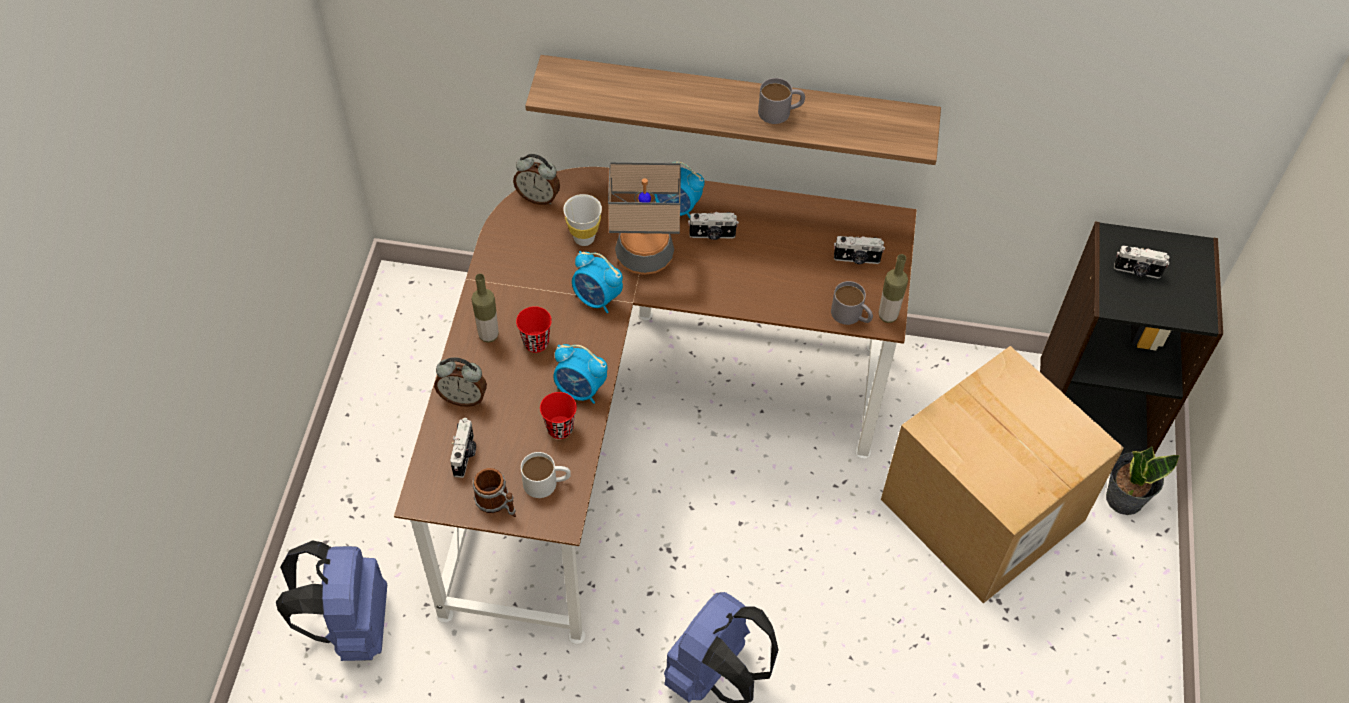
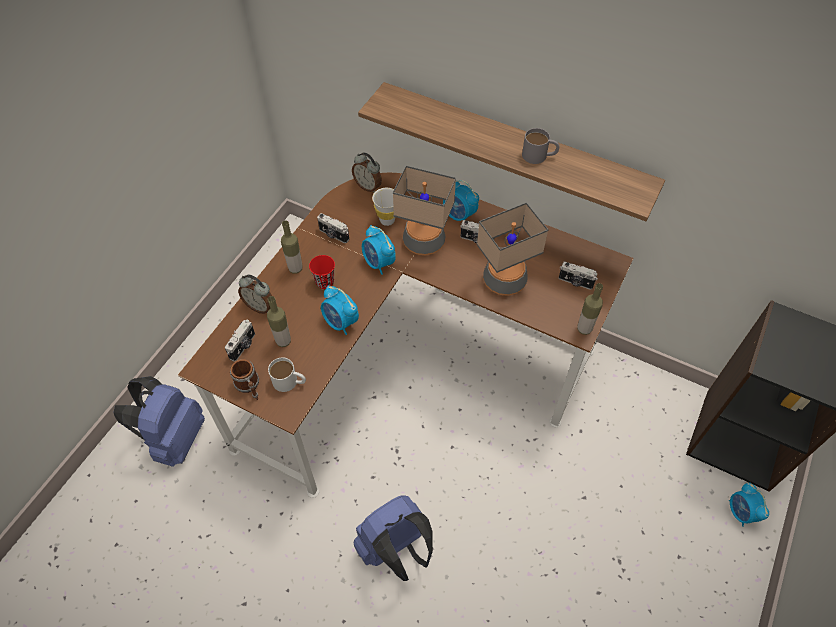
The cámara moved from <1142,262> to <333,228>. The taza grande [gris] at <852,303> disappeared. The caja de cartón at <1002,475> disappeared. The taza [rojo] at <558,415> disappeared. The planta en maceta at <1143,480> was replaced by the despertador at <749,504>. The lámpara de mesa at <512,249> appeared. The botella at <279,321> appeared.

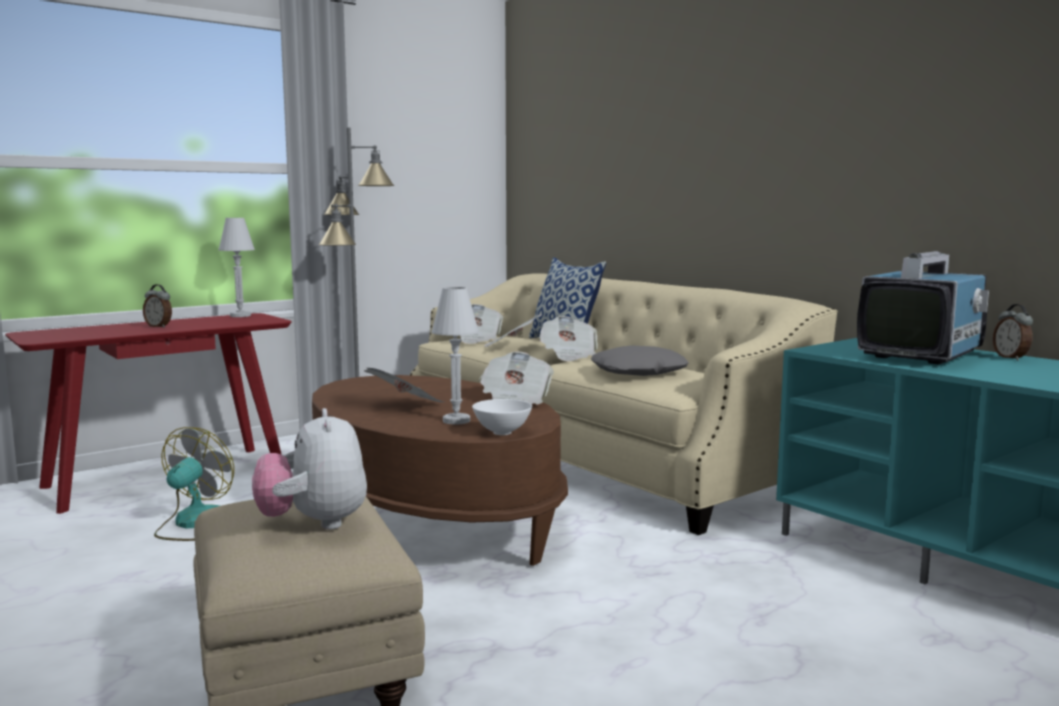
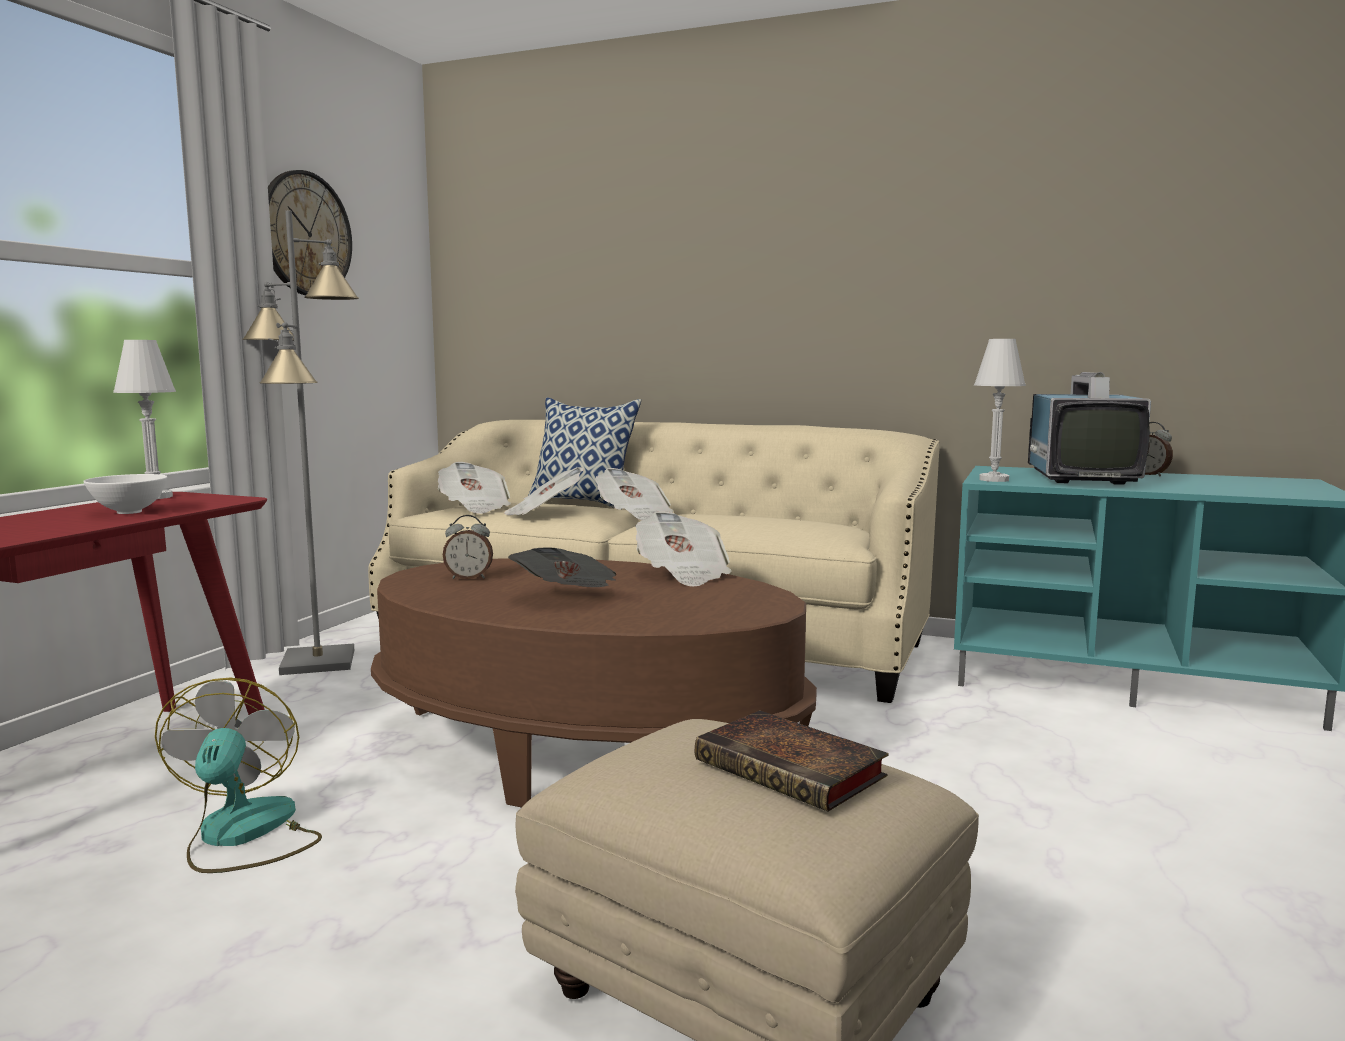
The despertador moved from <157,306> to <468,547>. The lámpara de mesa [blanco] moved from <455,356> to <1000,410>. The cojín [gris] at <640,360> disappeared. The cuenco [blanco] moved from <502,417> to <125,494>. The peluche at <309,468> was replaced by the libro at <792,760>. The reloj de pared at <310,232> appeared.

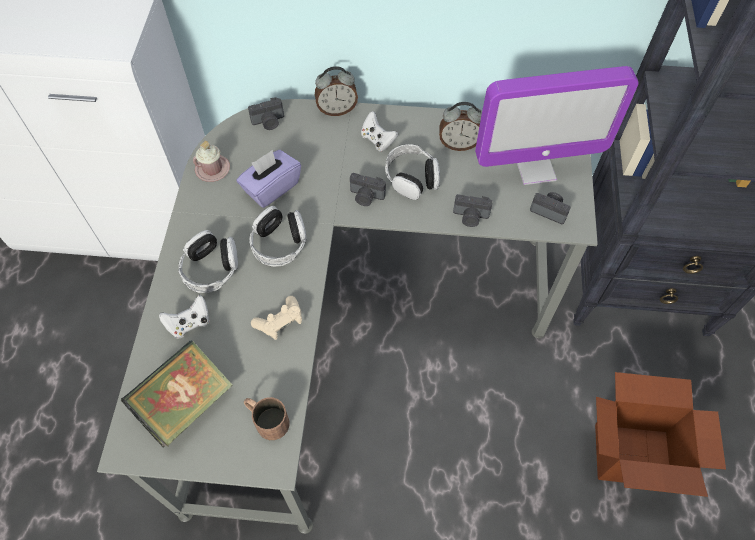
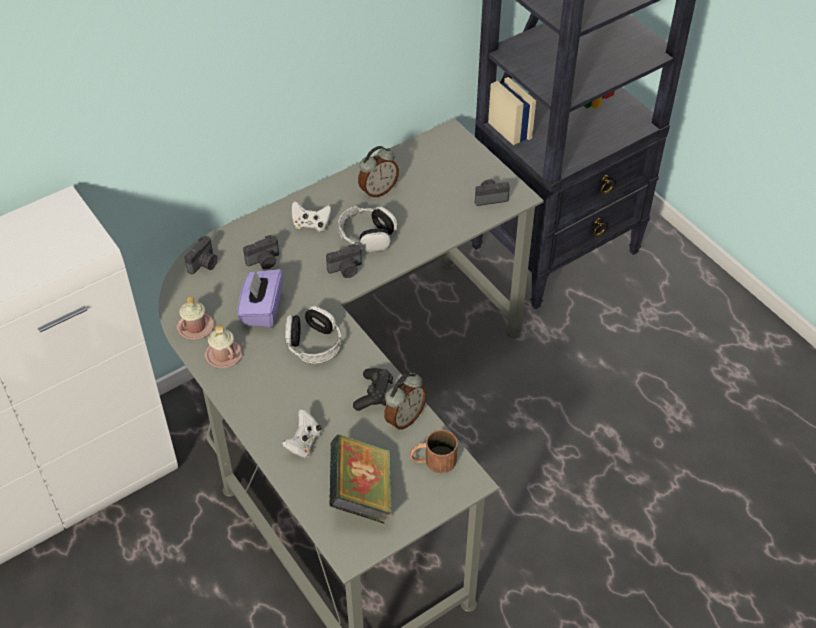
The despertador moved from <336,91> to <405,401>. The monitor at <557,125> disappeared. The cámara moved from <473,210> to <261,252>. The auriculares at <208,261> disappeared. The mando de consola [beis] at <276,318> became the mando de consola [negro] at <373,389>. The caja de cartón at <660,434> disappeared. The taza grande [rosa] at <224,347> appeared.

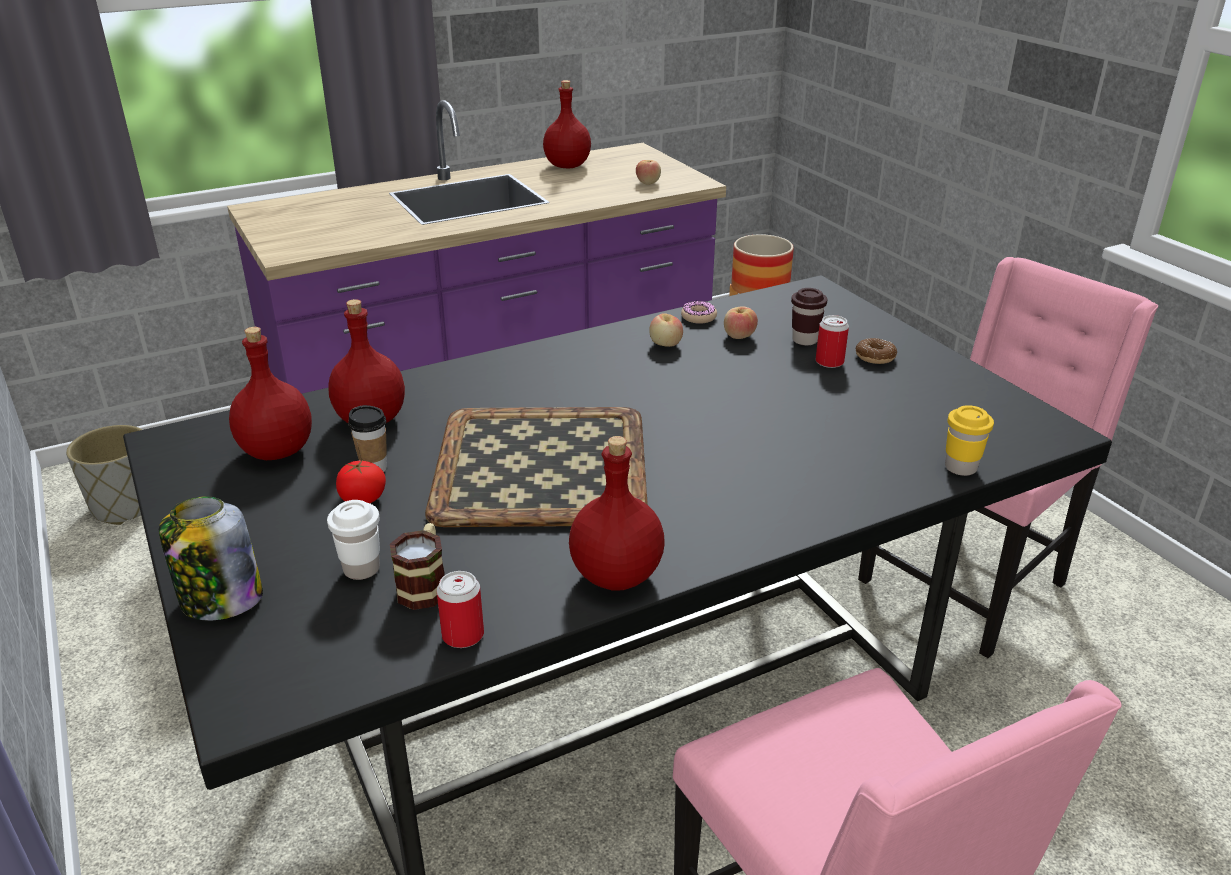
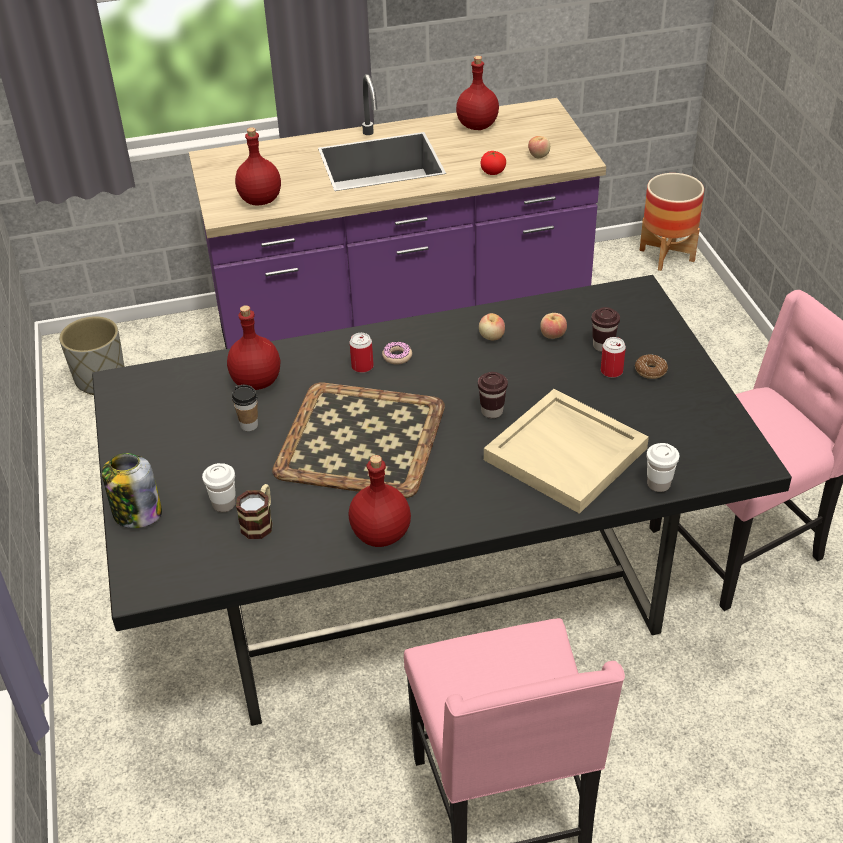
The rosquilla moved from <699,312> to <397,353>. The botella [rojo] moved from <270,393> to <258,166>. The taza [amarillo] at <969,440> became the taza [blanco] at <663,467>. The tomate moved from <361,481> to <493,163>. The lata moved from <460,609> to <362,353>. The taza [marrón] at <493,395> appeared. The bandeja [beis] at <566,451> appeared.

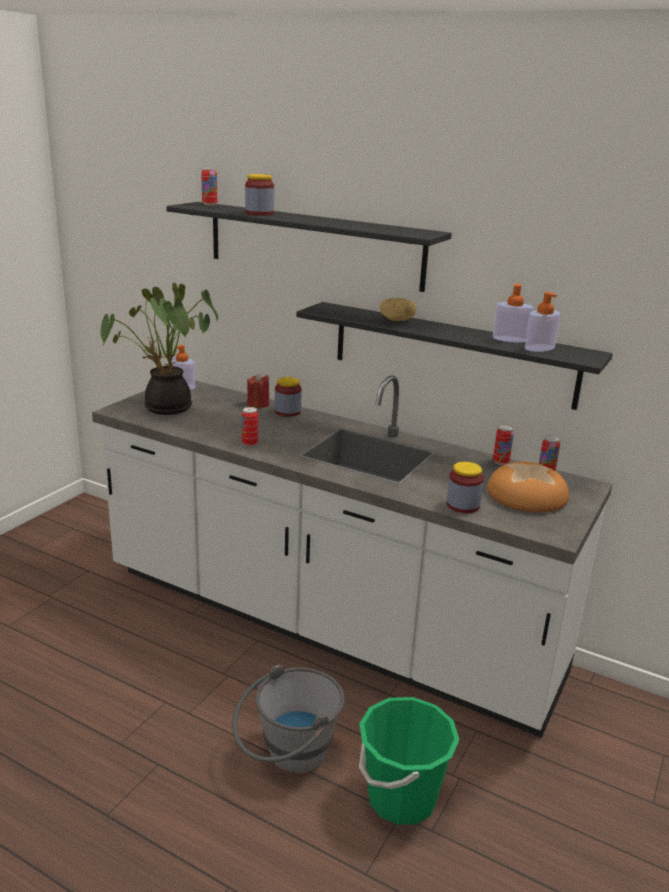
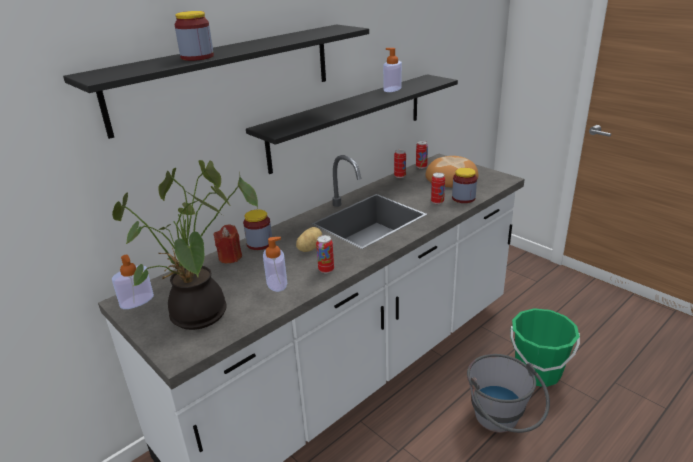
The lata moved from <209,187> to <438,188>. The dispensador de jabón moved from <542,322> to <275,264>. The patata moved from <398,309> to <309,239>.

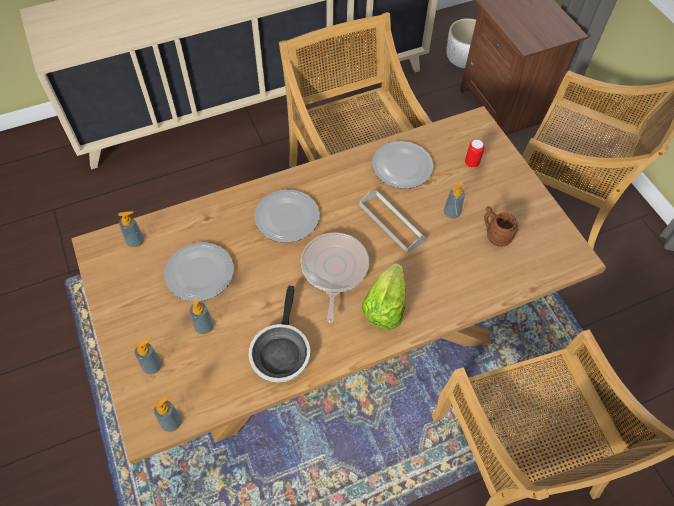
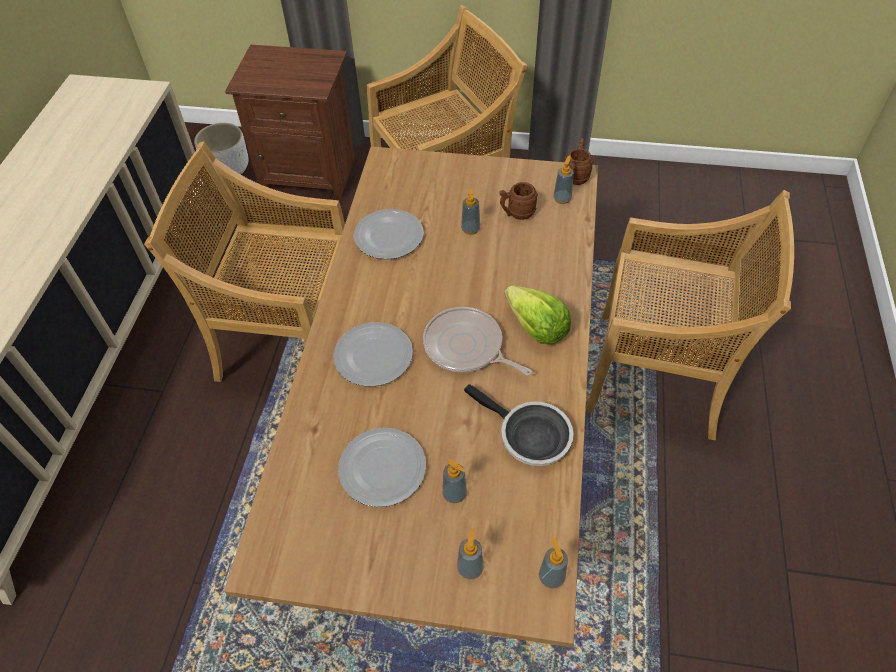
The lata at <475,154> disappeared. The bandeja [gris] at <392,221> disappeared. The dispensador de jabón moved from <131,229> to <563,179>. The taza grande [marrón] at <579,161> appeared.

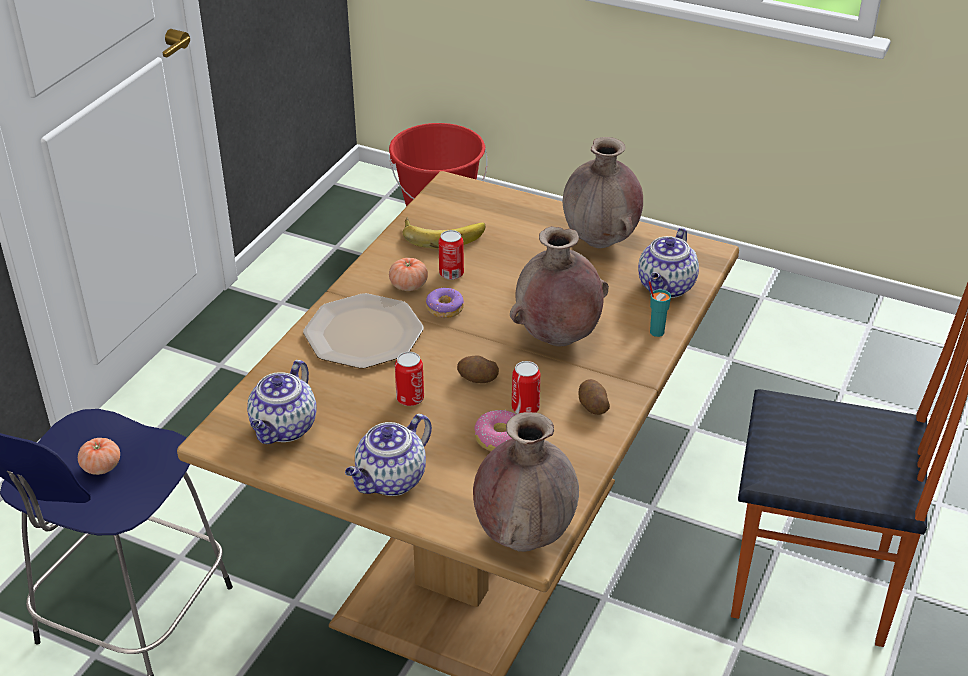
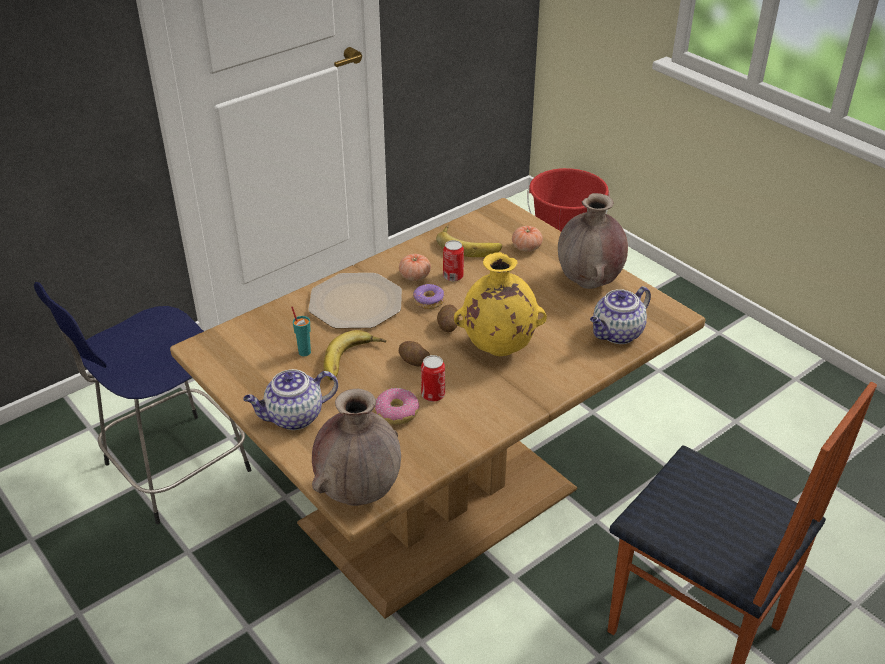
The florero [marrón] at <559,286> became the florero [amarillo] at <500,304>. The taza [turquesa] moved from <660,309> to <301,331>. The lata at <409,379> was replaced by the plátano at <355,355>. The tetera at <281,402> disappeared. The patata moved from <594,397> to <448,318>. The tomate moved from <99,456> to <527,239>.

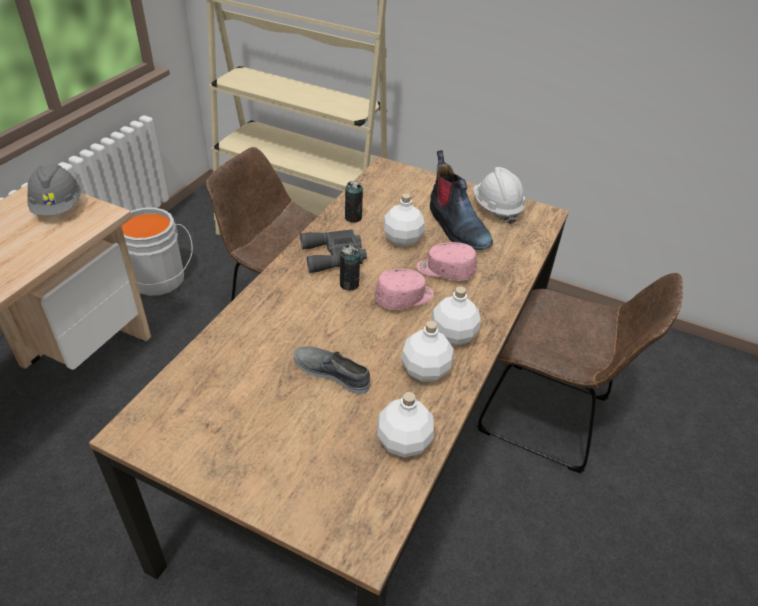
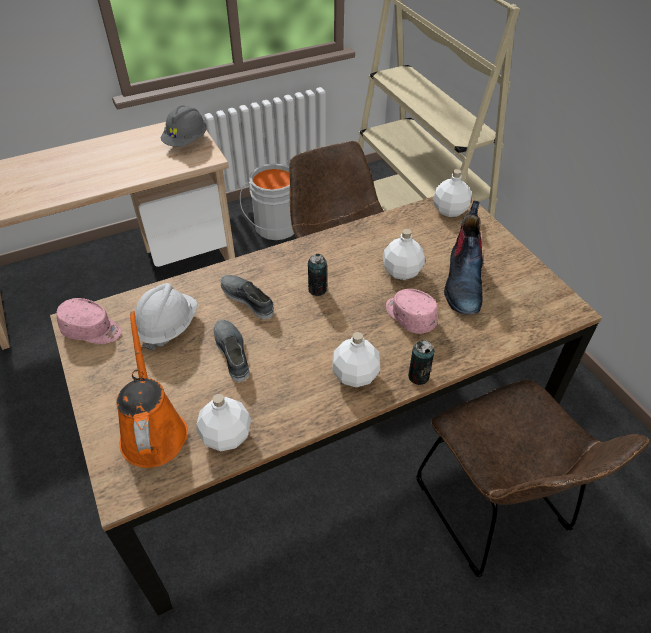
The casco [blanco] moved from <499,195> to <166,317>. The lata moved from <354,202> to <421,362>. The prismáticos [gris] at <333,251> disappeared. The gorra [rosa] moved from <404,289> to <89,321>. The botella [blanco] moved from <427,351> to <452,193>. The zapato [gris] at <247,297> appeared. The regadera [naranja] at <152,389> appeared.

